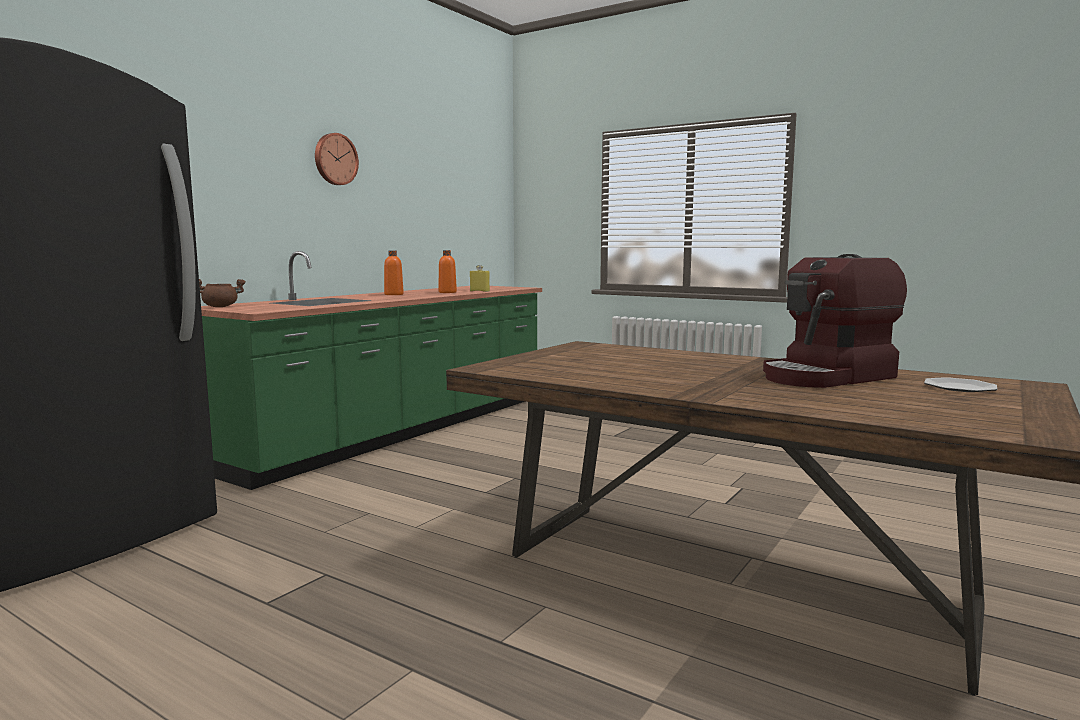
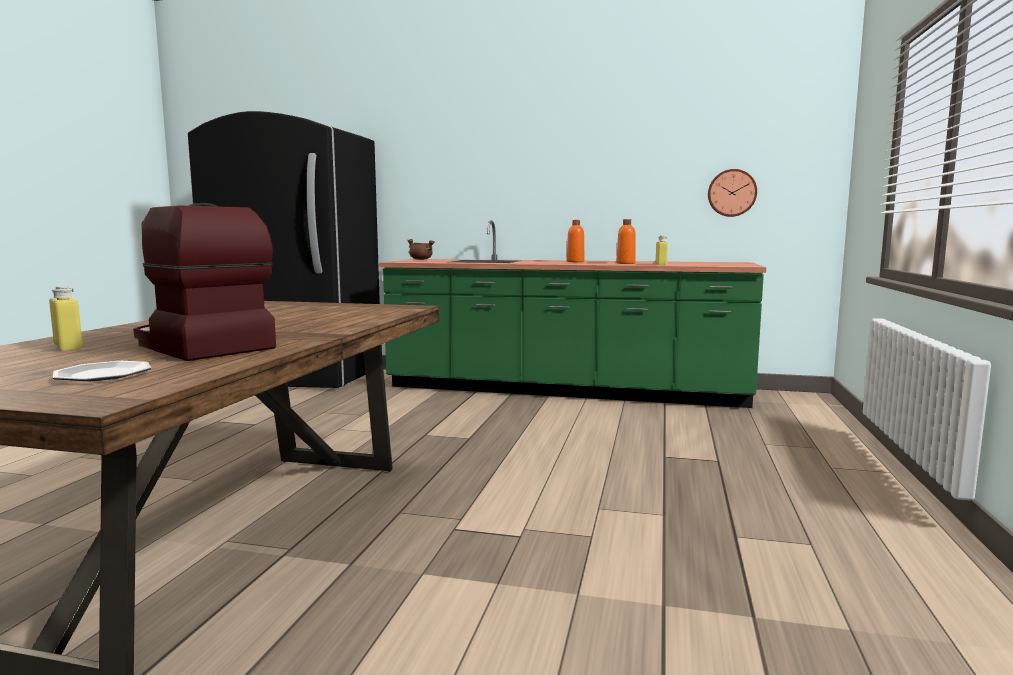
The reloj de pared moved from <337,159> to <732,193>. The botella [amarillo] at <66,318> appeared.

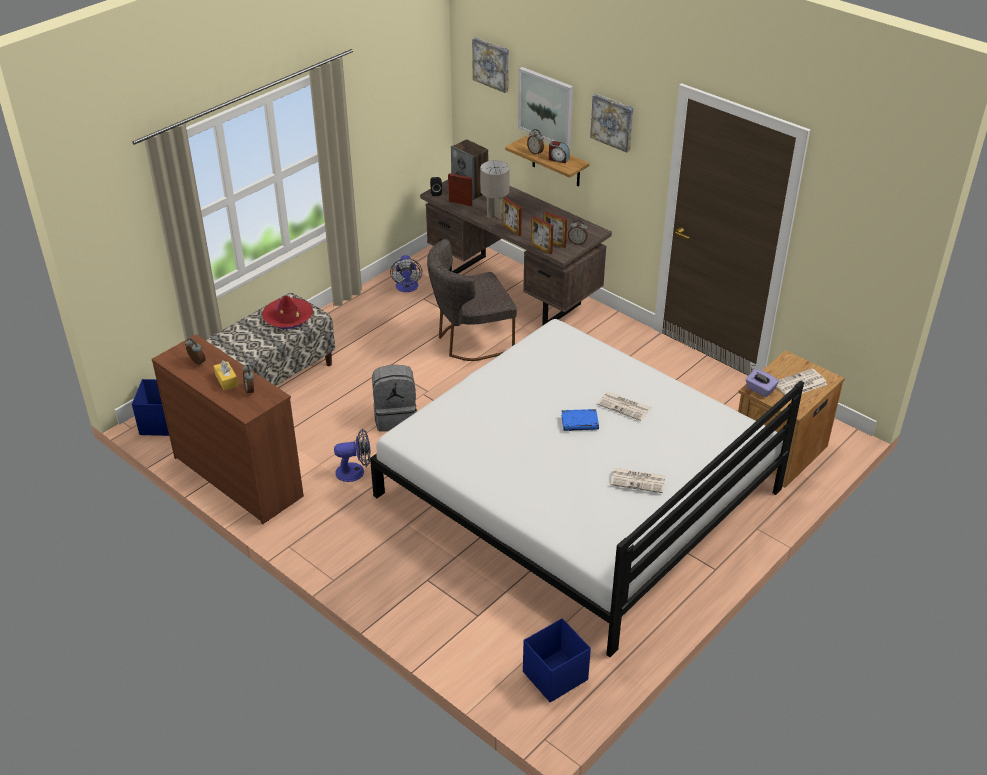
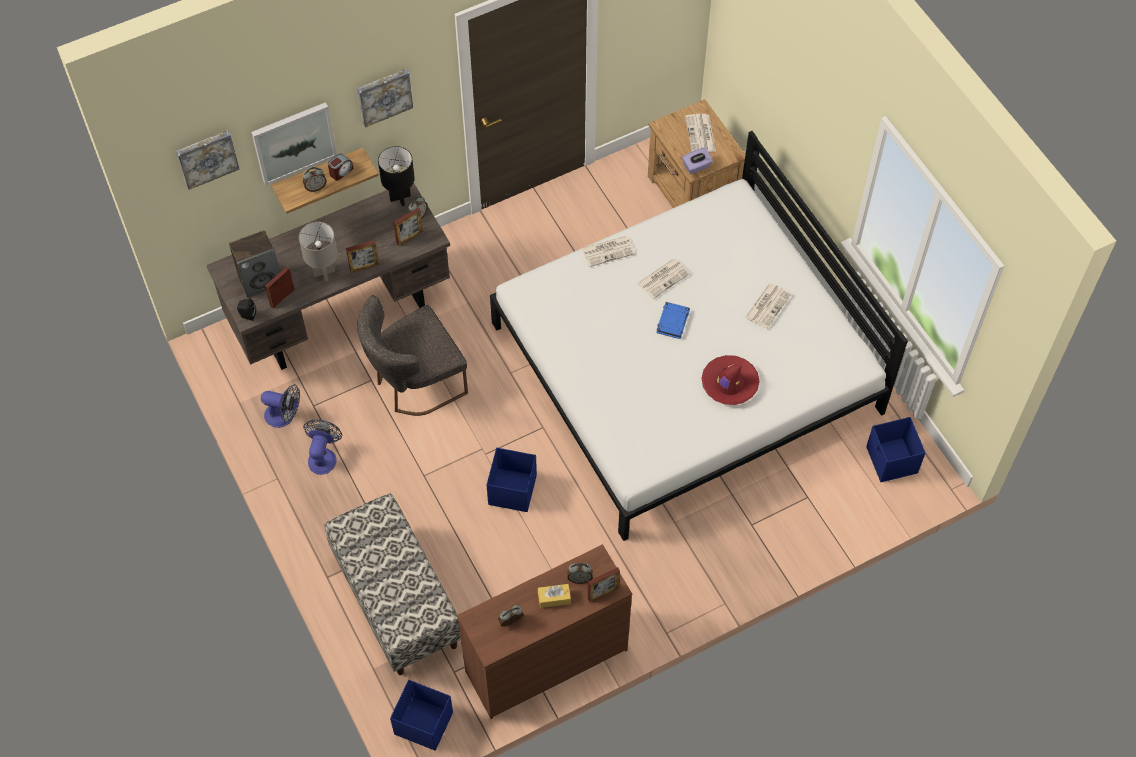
The portarretratos moved from <542,235> to <604,584>. The silla [gris] at <472,300> turned 60 degrees clockwise. The sombrero [rojo] moved from <287,312> to <730,380>. The mochila [gris] at <394,398> was replaced by the caja de almacenaje [azul] at <512,480>. The ventilador moved from <352,455> to <322,447>. The lámpara de mesa [negro] at <396,176> appeared. The periódico at <608,251> appeared.

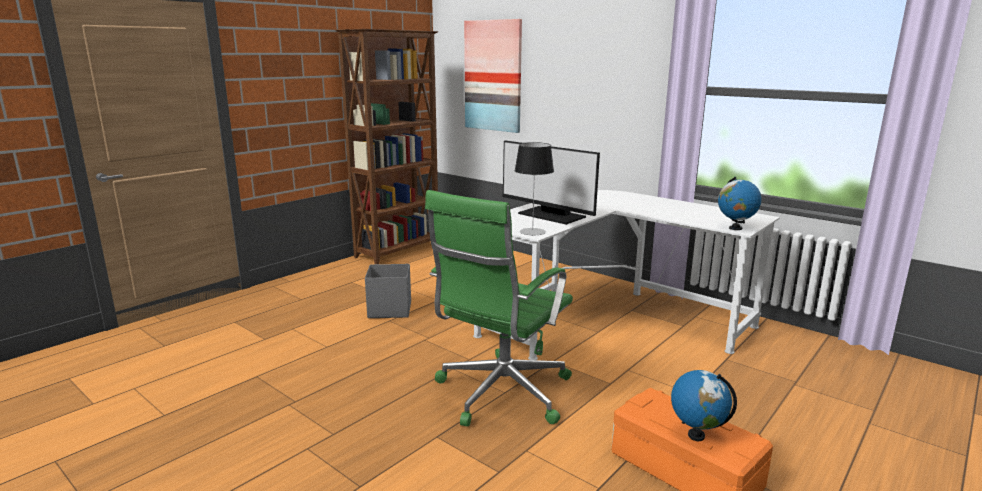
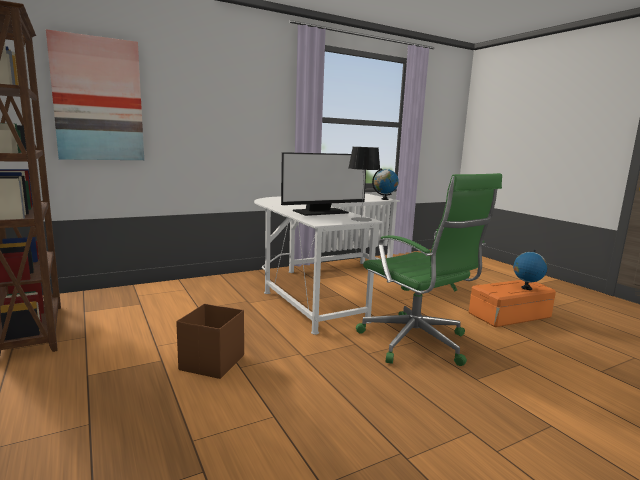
The caja de almacenaje [gris] at <388,291> became the caja de almacenaje [marrón] at <210,341>.

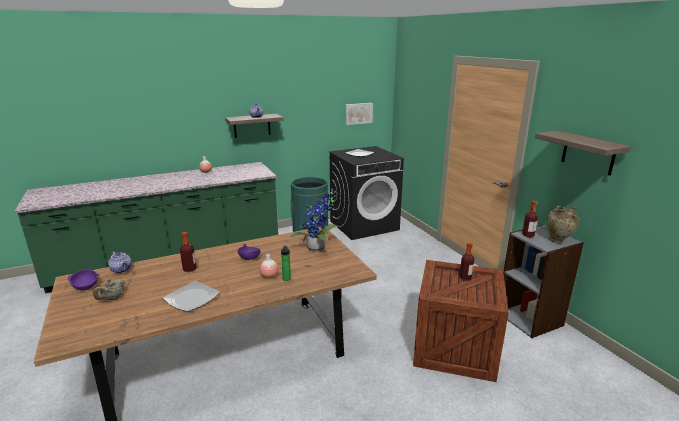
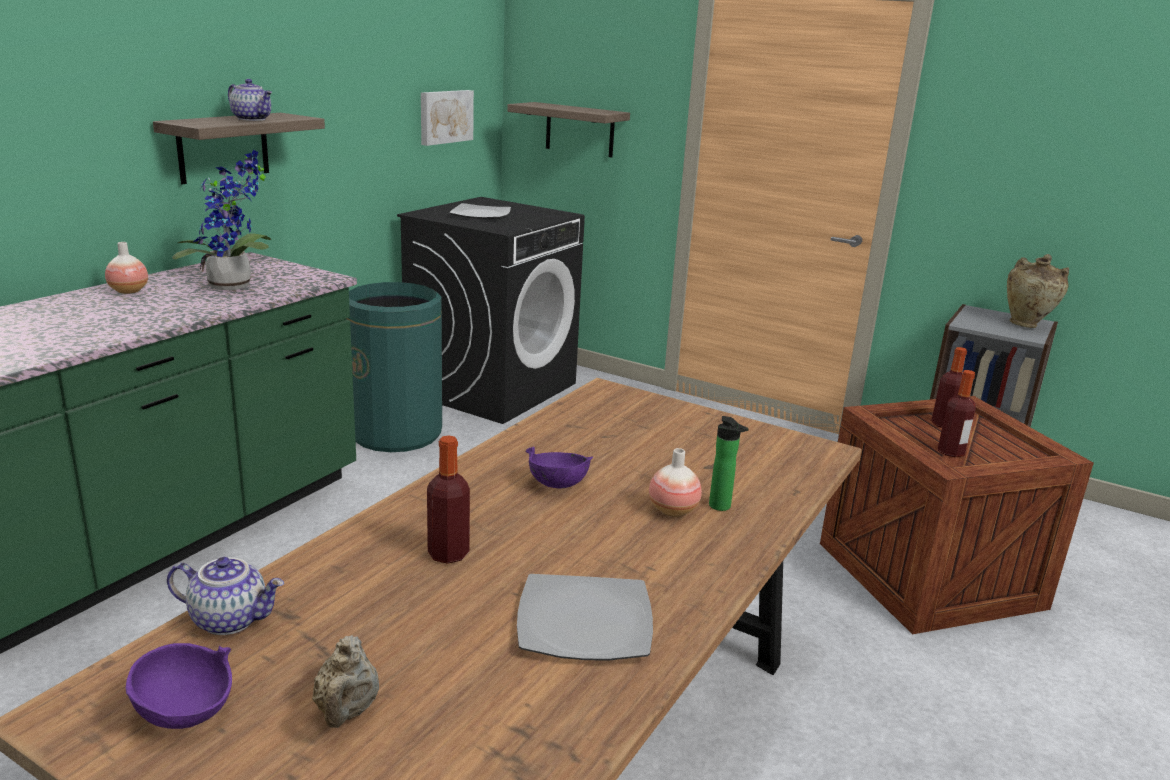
The estante moved from <583,153> to <569,130>. The planta en maceta moved from <315,221> to <221,220>. The botella moved from <530,219> to <957,413>.

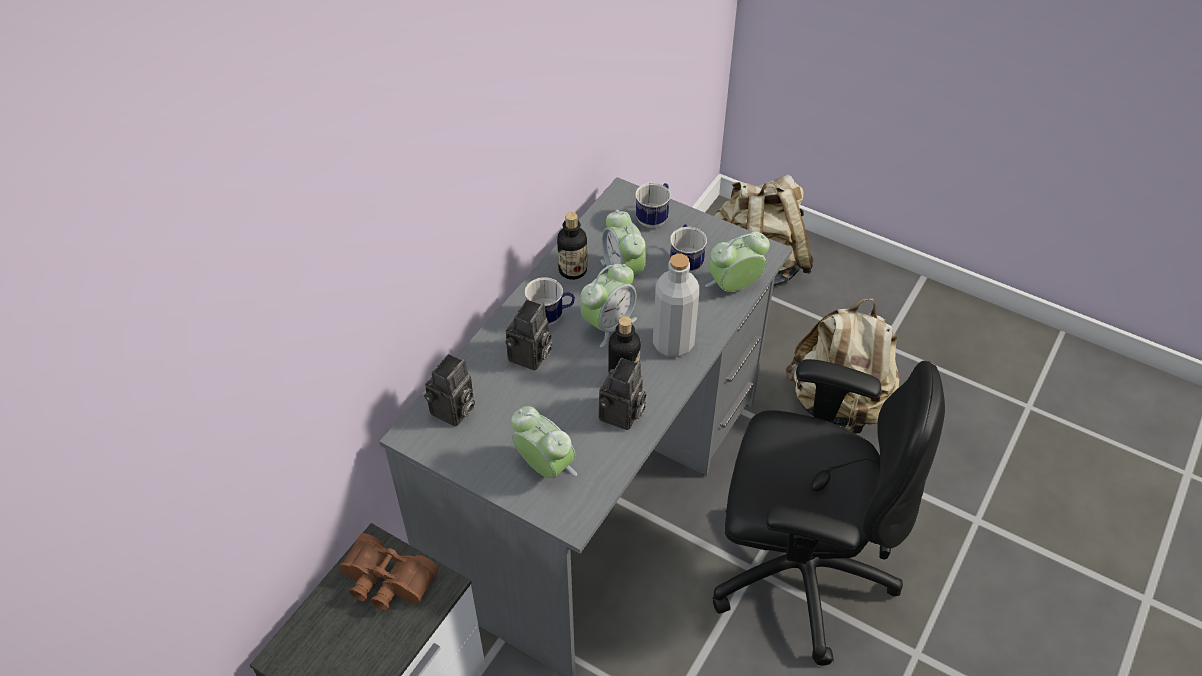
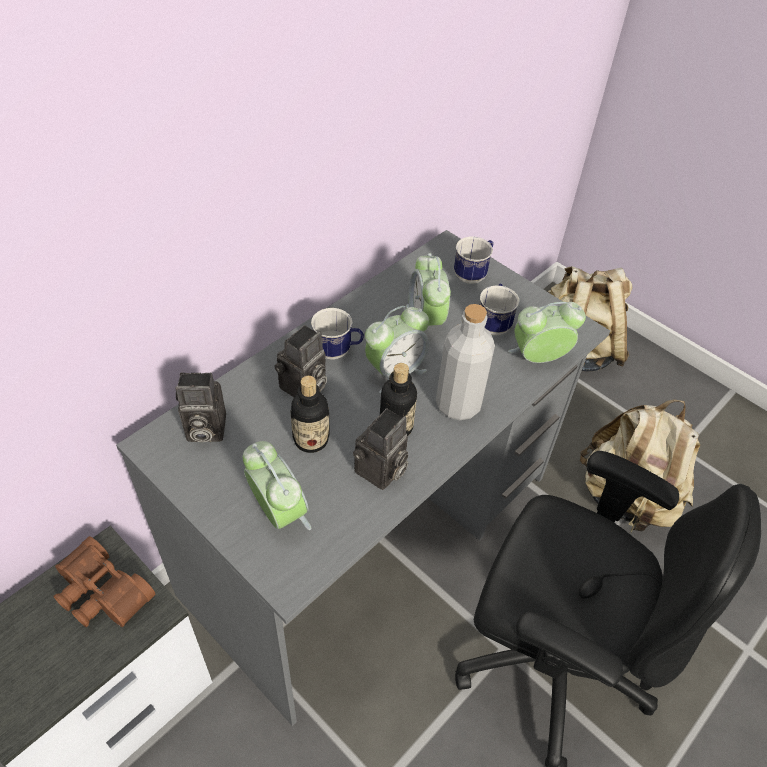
The botella moved from <572,246> to <310,414>. The cámara at <450,390> turned 45 degrees clockwise.

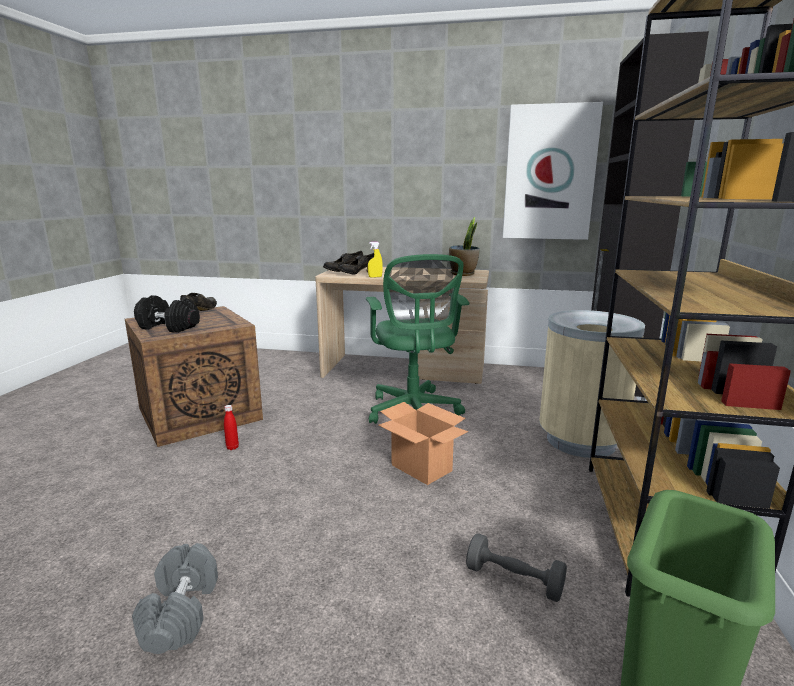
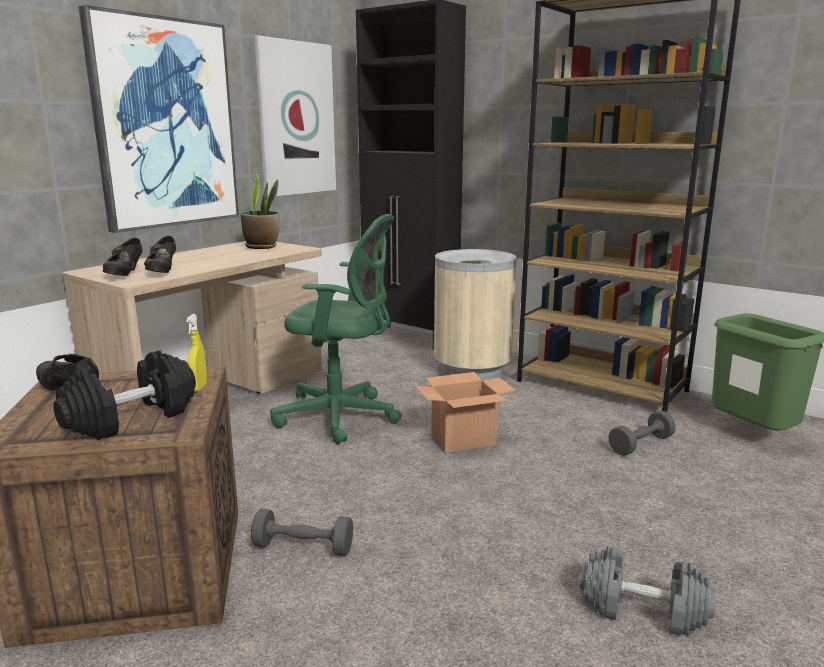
The pulverizador [amarillo] moved from <375,260> to <196,353>. The botella [rojo] at <231,427> was replaced by the mancuerna [gris] at <302,532>. The cuadro at <159,119> appeared.

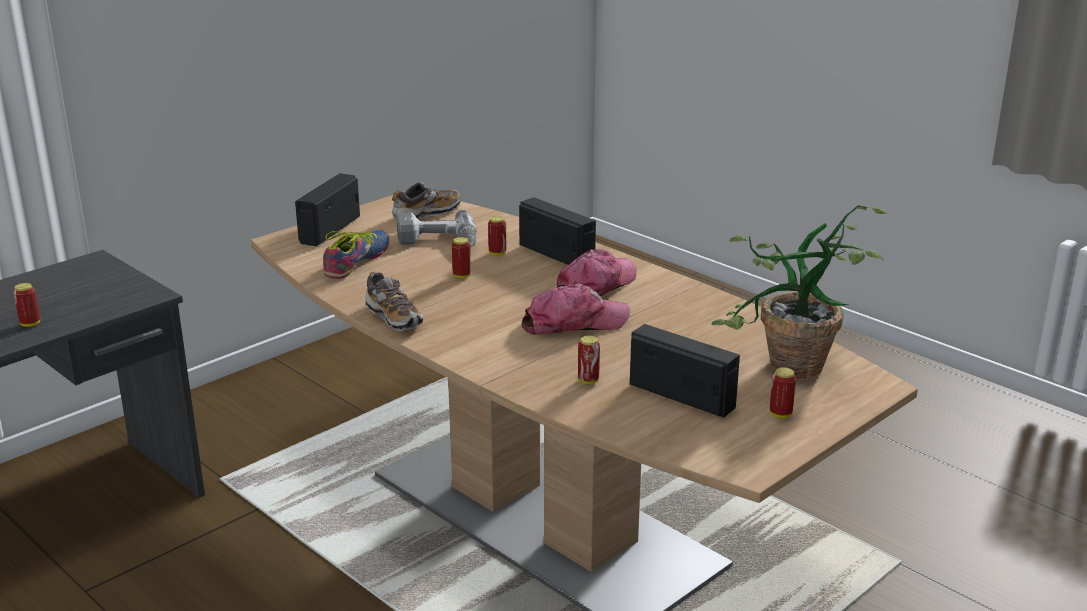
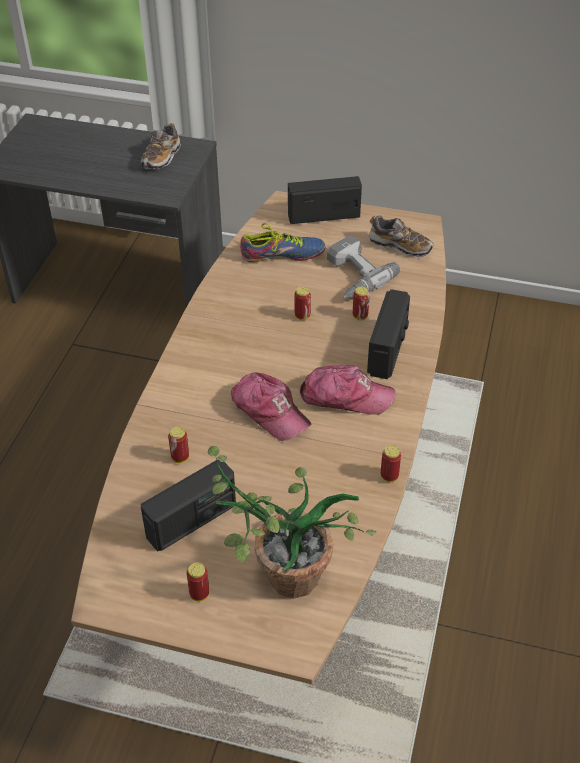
The zapato moved from <394,302> to <161,146>. The lata moved from <26,305> to <391,463>. The radio at <685,371> turned 45 degrees clockwise.

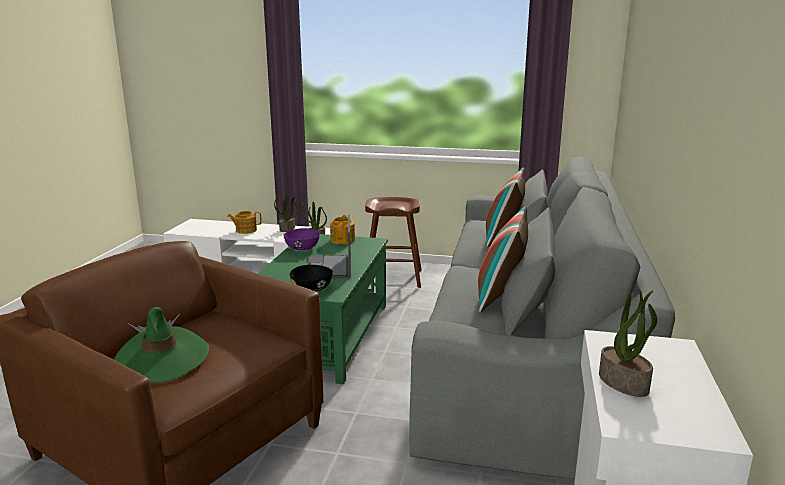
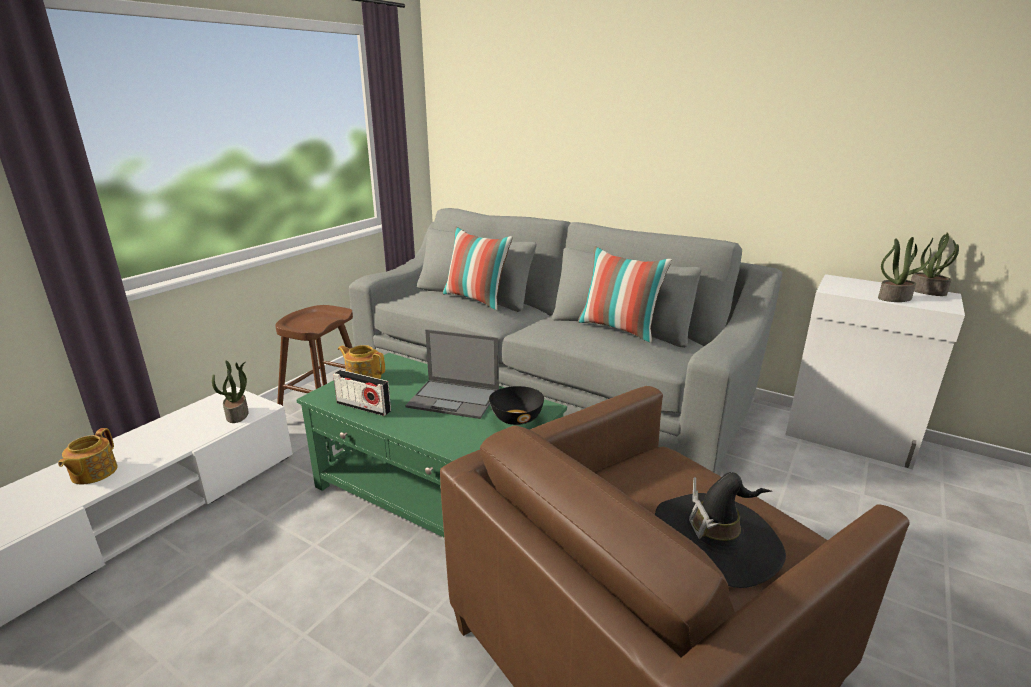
The planta en maceta moved from <285,212> to <935,264>. The cuenco [morado] at <301,239> was replaced by the radio at <362,393>. The sombrero [verde] at <161,345> became the sombrero [negro] at <720,530>.

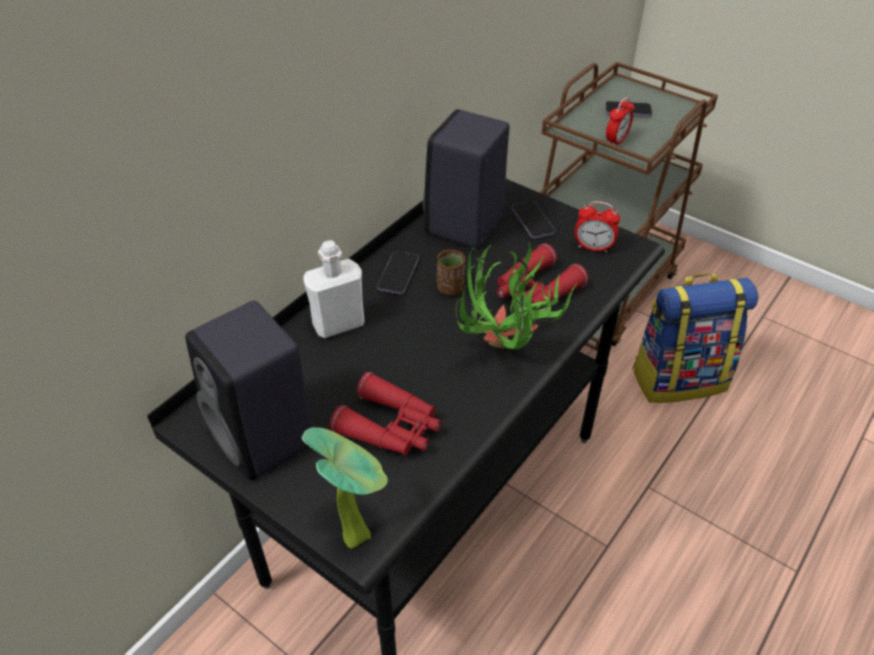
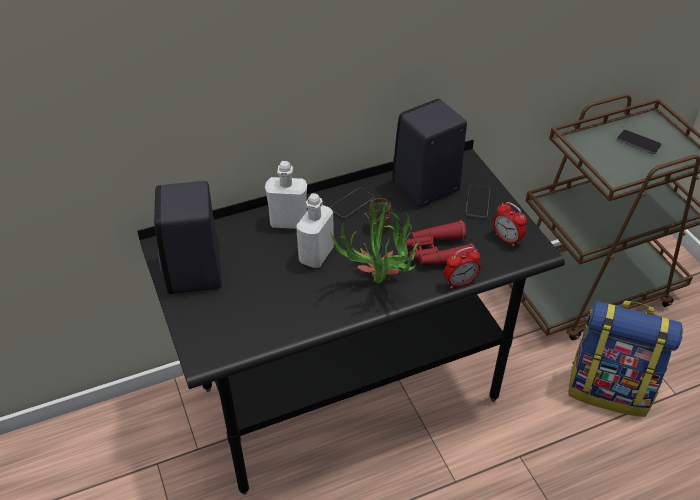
The despertador moved from <620,121> to <462,267>. The prismáticos [rojo] at <385,414> disappeared. The planta en maceta at <345,488> disappeared. The botella [blanco] at <315,230> appeared.

